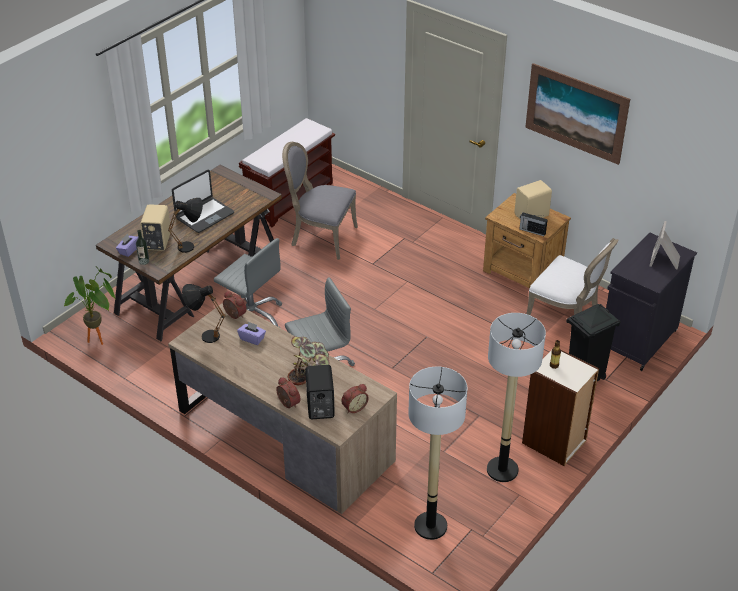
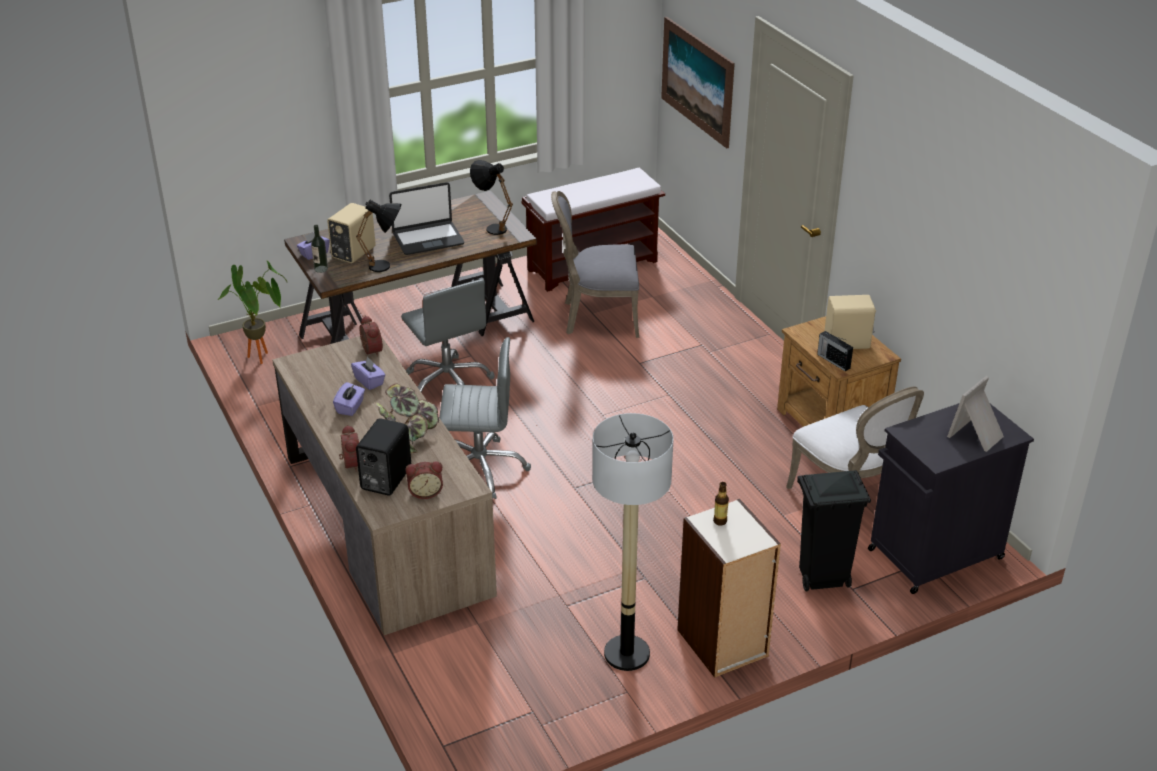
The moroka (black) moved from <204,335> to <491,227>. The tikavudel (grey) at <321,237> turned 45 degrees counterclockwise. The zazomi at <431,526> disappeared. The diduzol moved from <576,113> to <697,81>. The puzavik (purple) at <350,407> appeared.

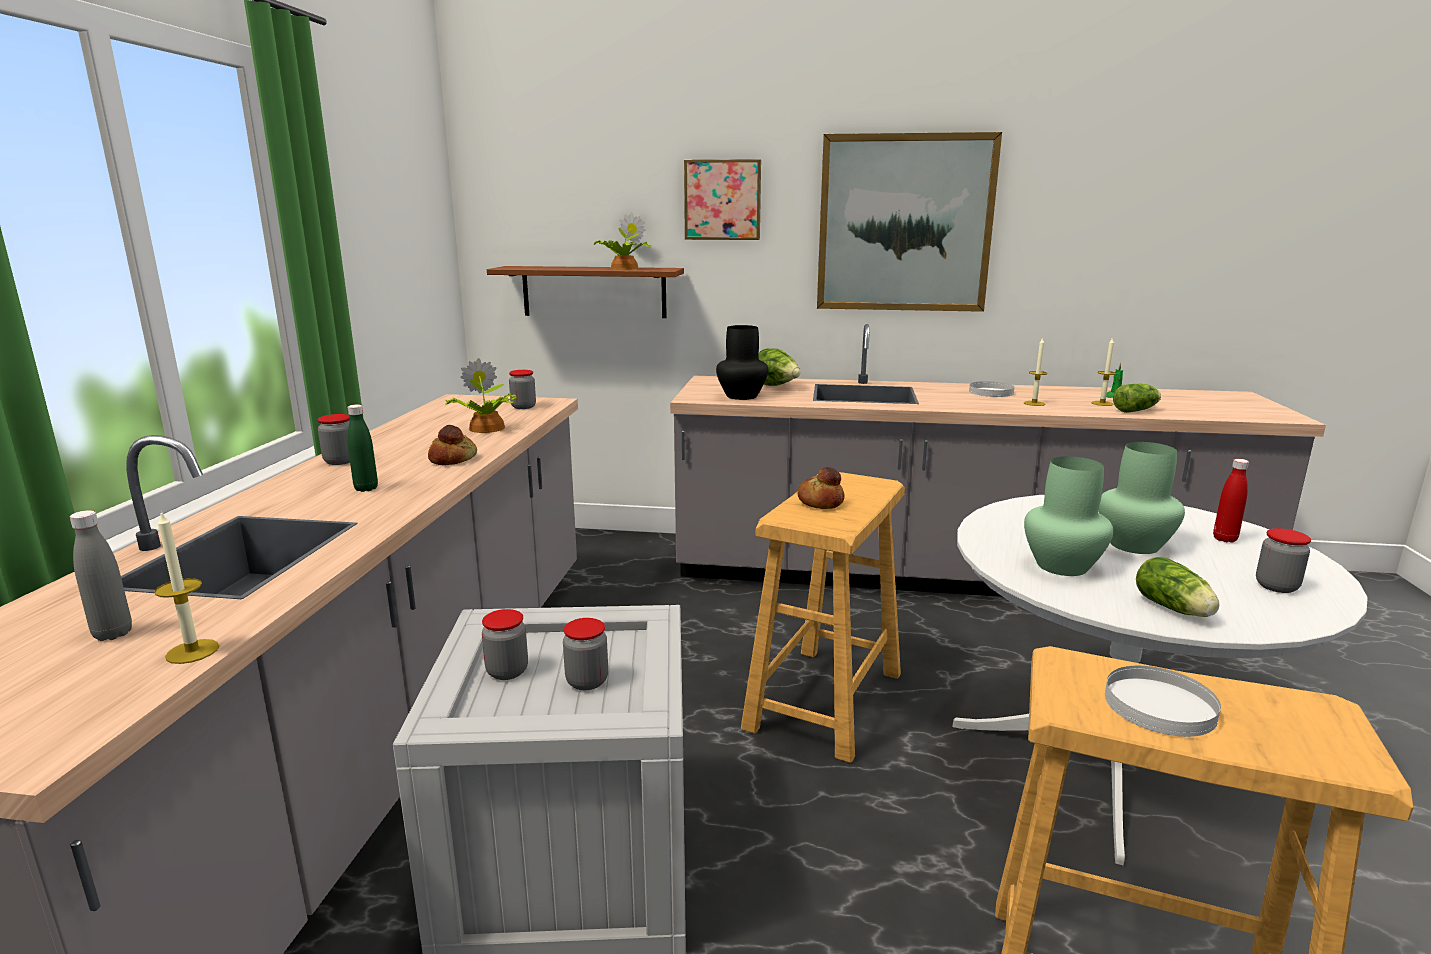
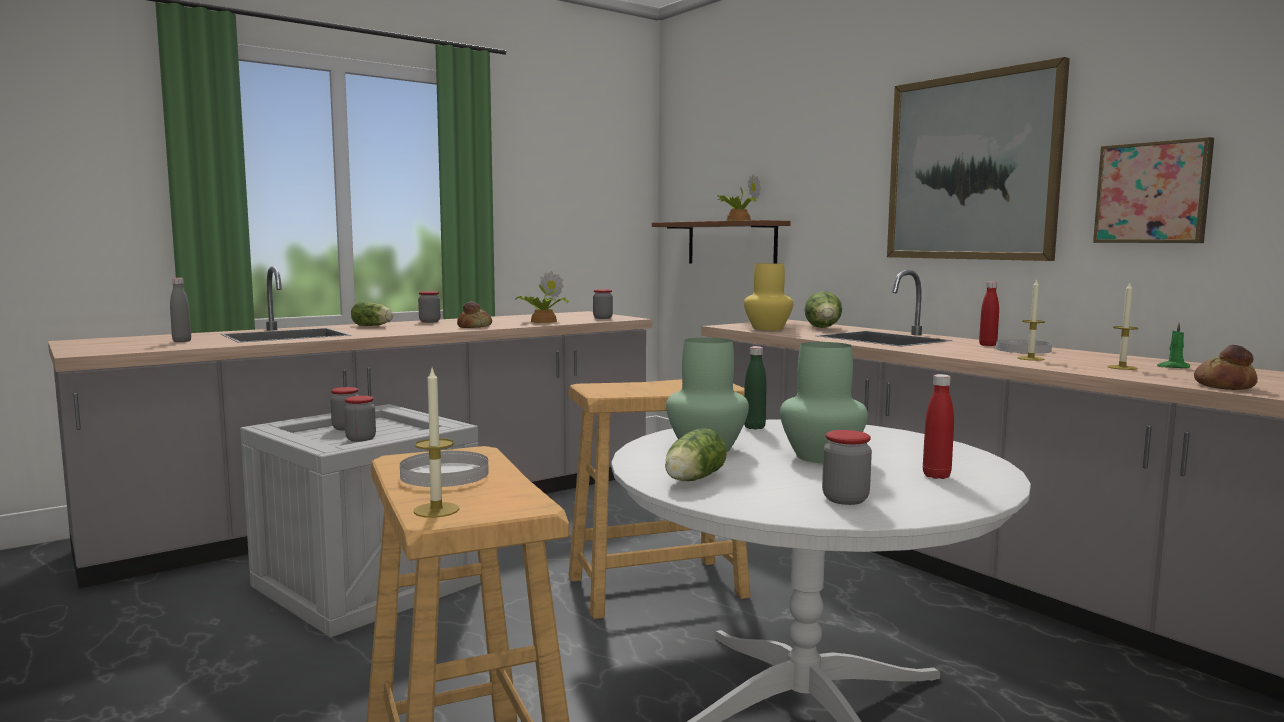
The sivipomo moved from <192,651> to <436,510>. The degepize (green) moved from <366,488> to <754,427>. The diduzol moved from <723,200> to <1153,193>. The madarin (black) at <741,396> became the madarin (yellow) at <767,328>. The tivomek moved from <821,502> to <1225,386>. The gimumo moved from <1137,410> to <373,326>. The degepize (red) at <987,345> appeared.

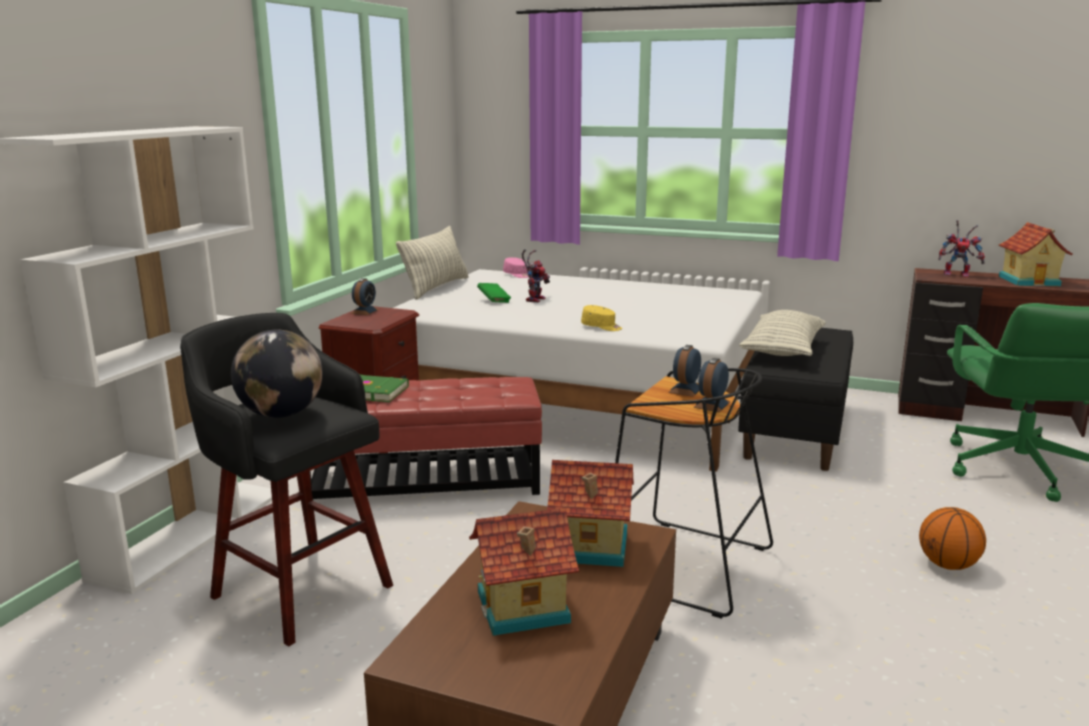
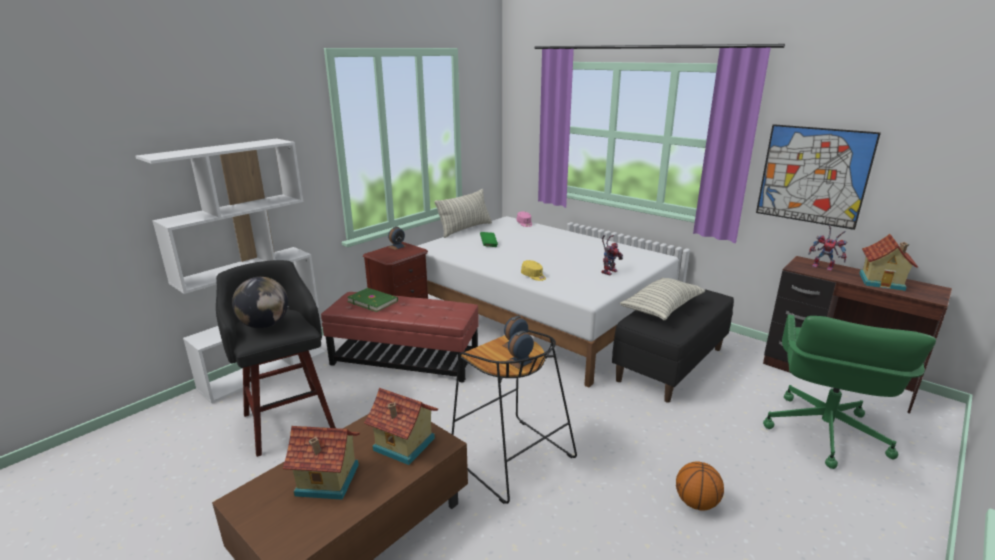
The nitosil moved from <534,299> to <609,271>. The diduzol at <813,175> appeared.

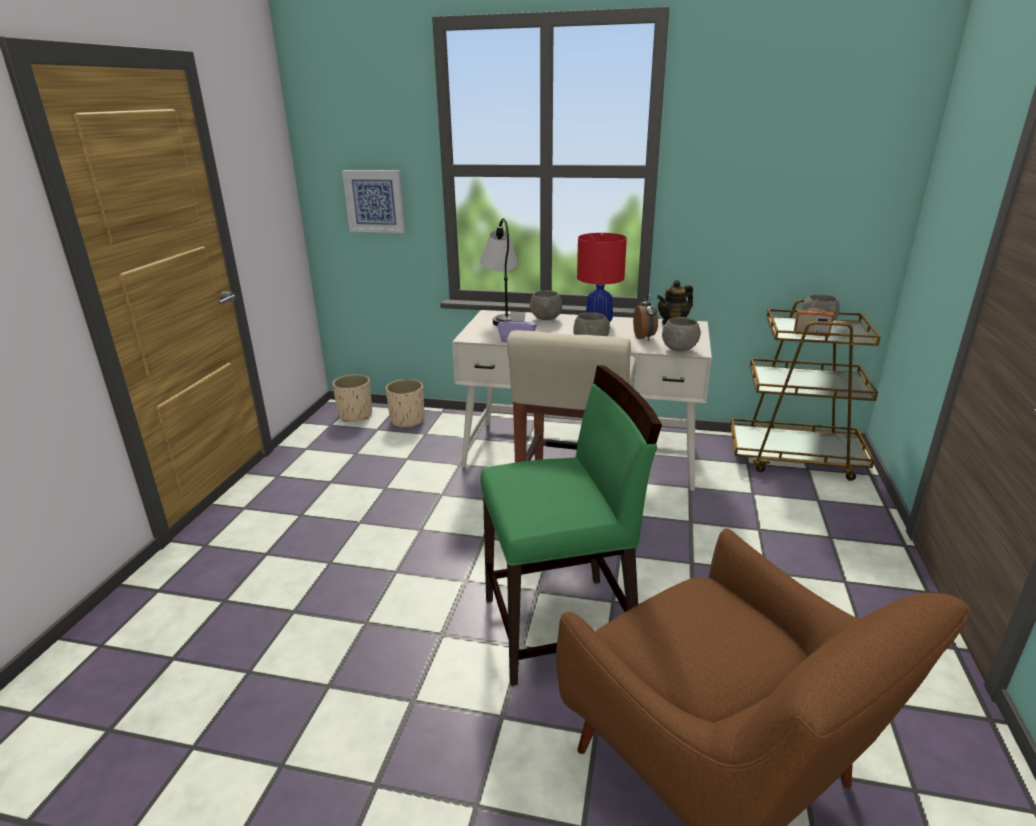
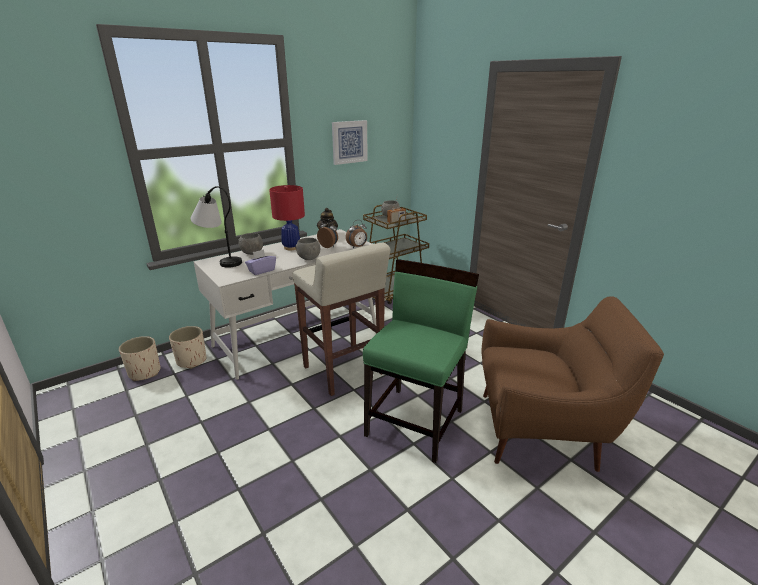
The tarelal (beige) moved from <355,415> to <191,361>. The diduzol moved from <375,201> to <349,142>. The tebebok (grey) at <680,350> was replaced by the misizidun at <357,247>.

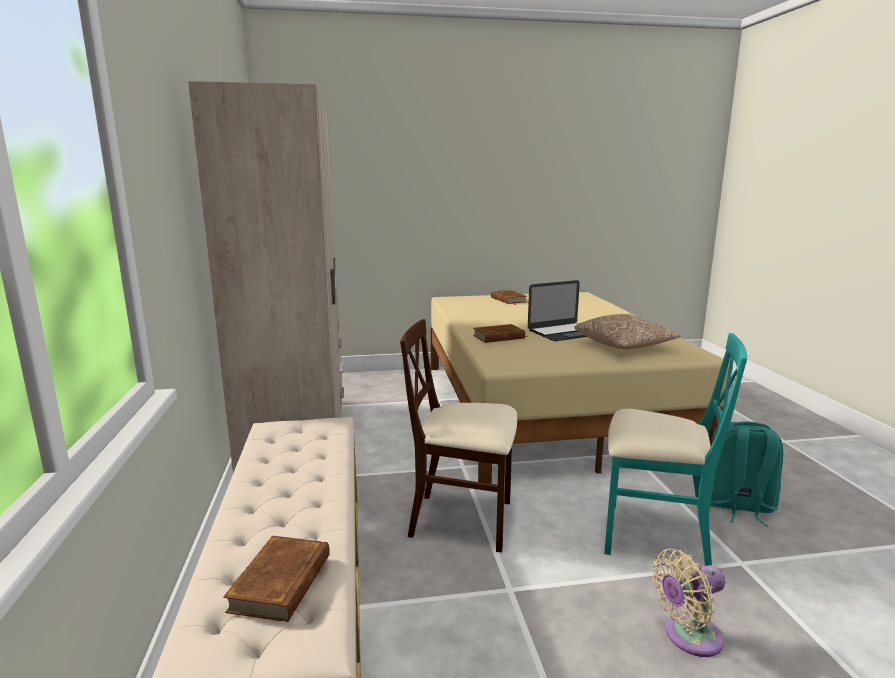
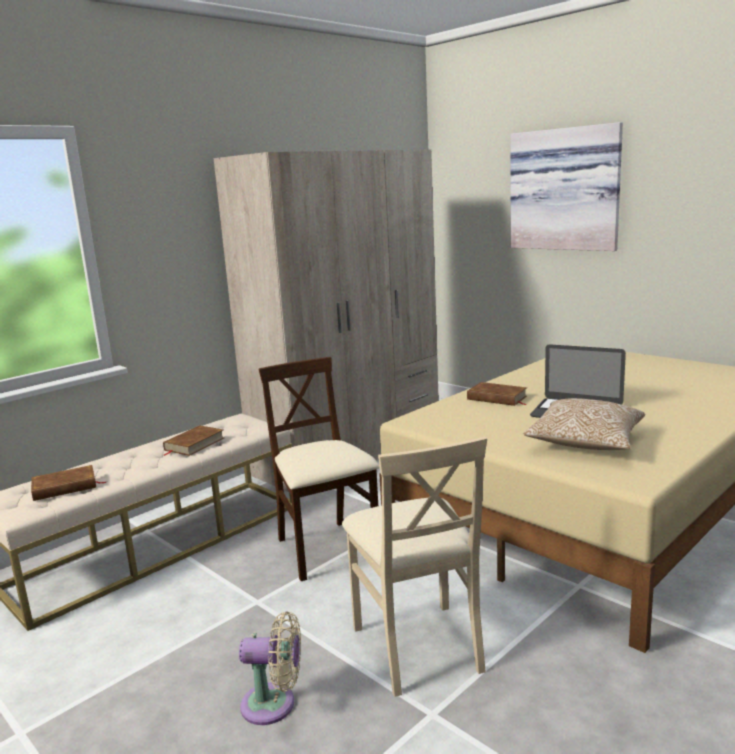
The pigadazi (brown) moved from <508,300> to <194,444>. The tikavudel (turquoise) at <654,535> became the tikavudel (beige) at <418,646>. The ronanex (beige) at <688,637> turned 150 degrees clockwise. The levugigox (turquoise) at <737,506> disappeared. The diduzol at <565,189> appeared.

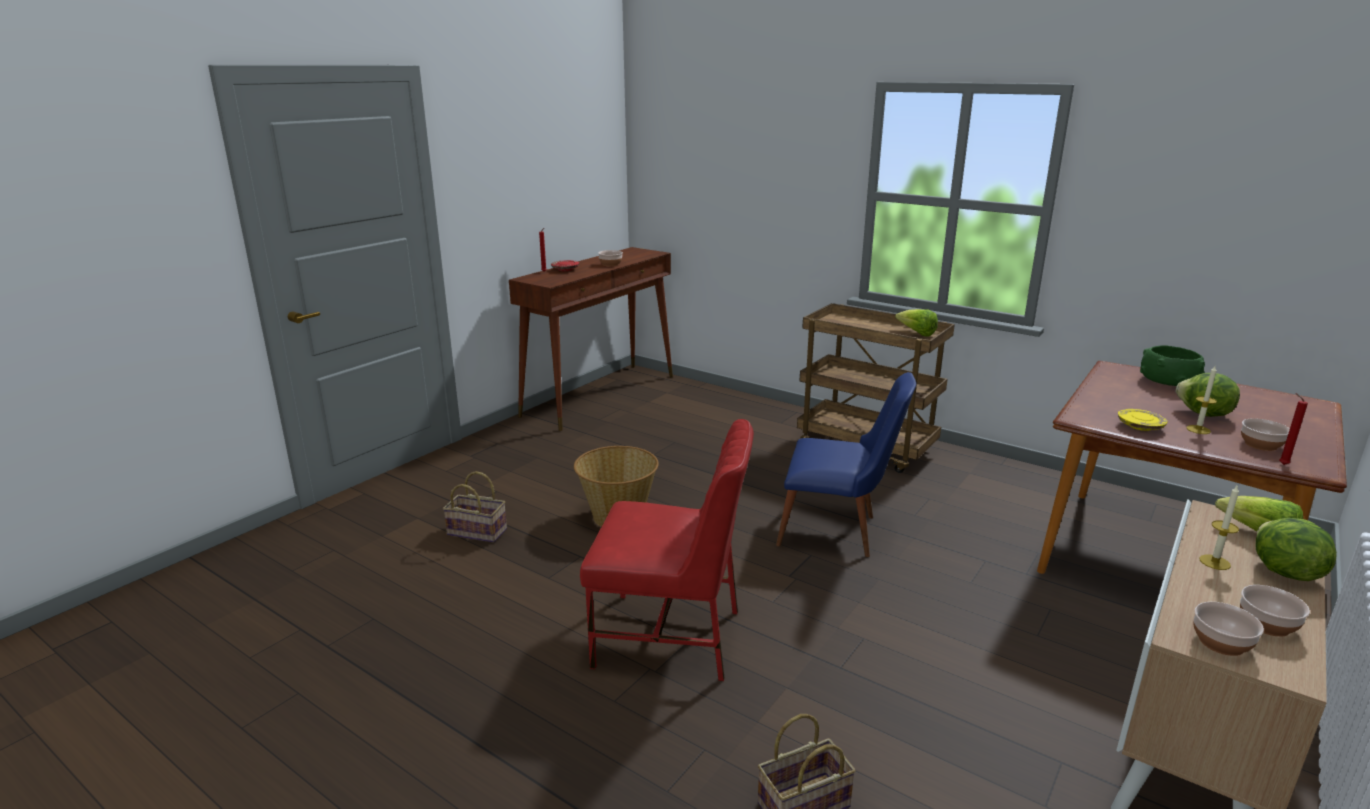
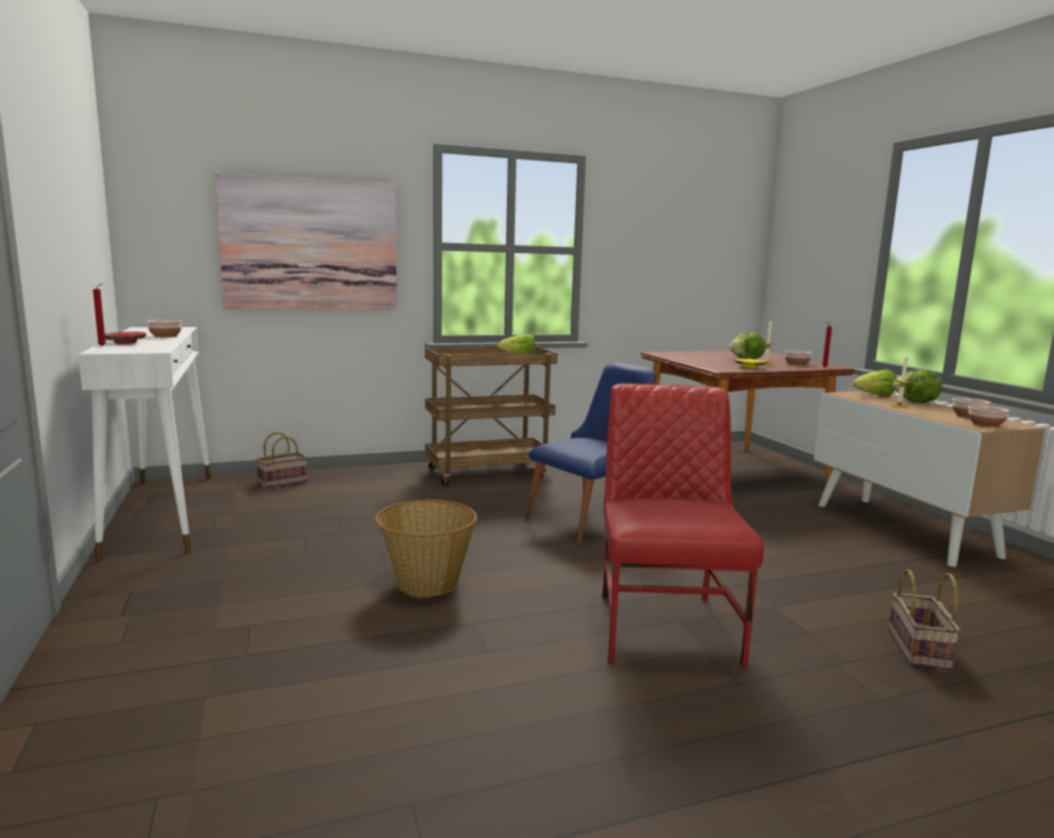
The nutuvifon moved from <479,531> to <283,481>. The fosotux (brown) at <600,395> became the fosotux (white) at <162,512>. The tikavudel (red) at <671,637> turned 45 degrees counterclockwise. The tebebok (green) at <1167,382> disappeared. The diduzol at <310,245> appeared.

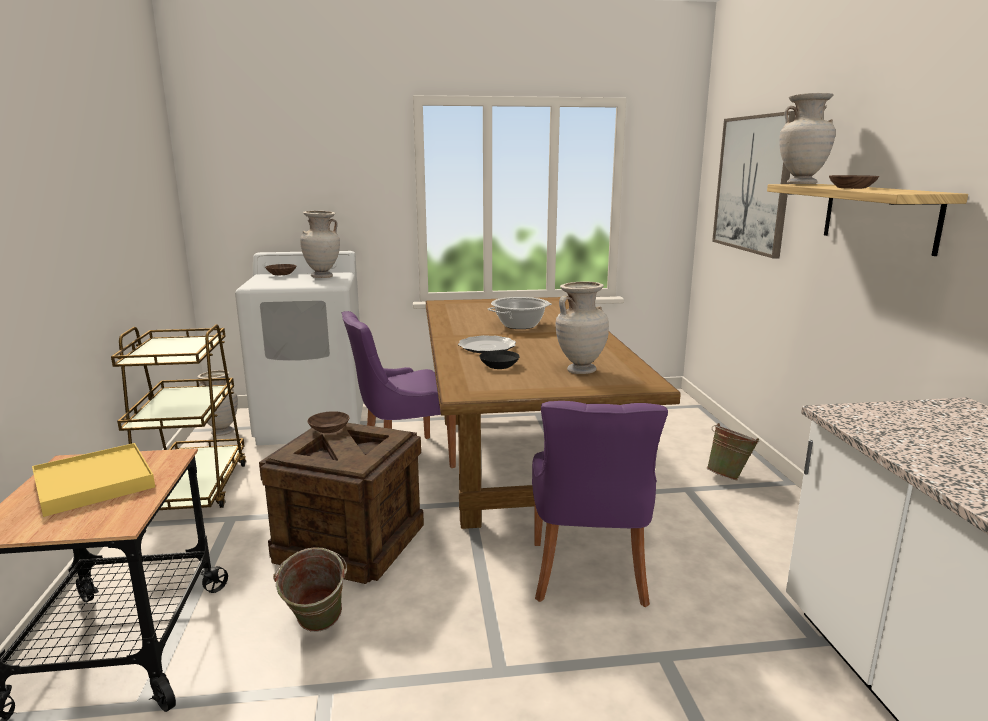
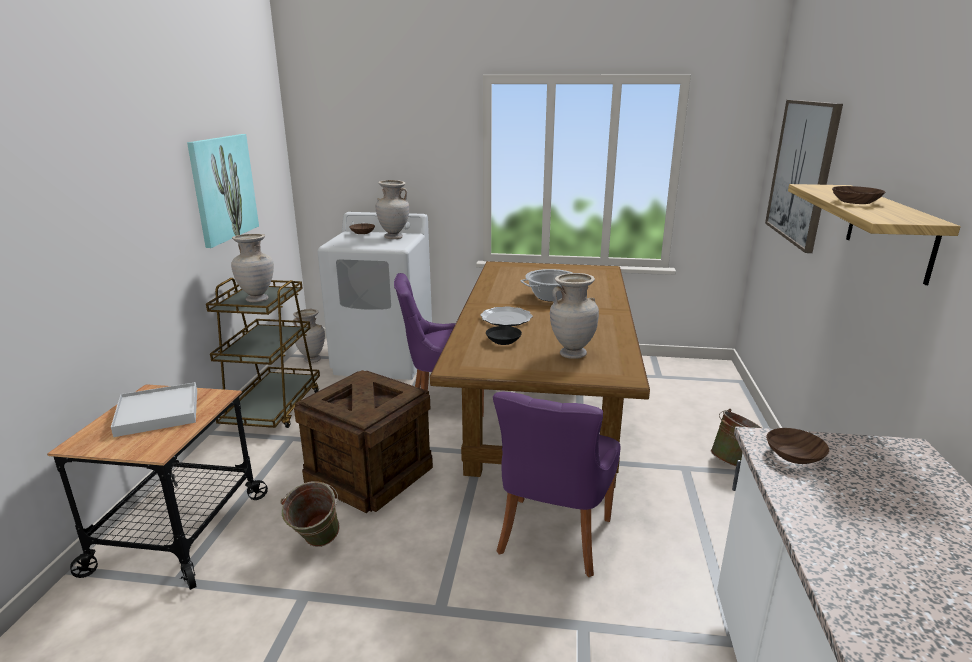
The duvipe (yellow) at <94,483> became the duvipe (white) at <158,412>. The tebebok (brown) moved from <328,429> to <793,455>. The madarin (beige) moved from <801,184> to <258,299>. The diduzol at <224,188> appeared.

